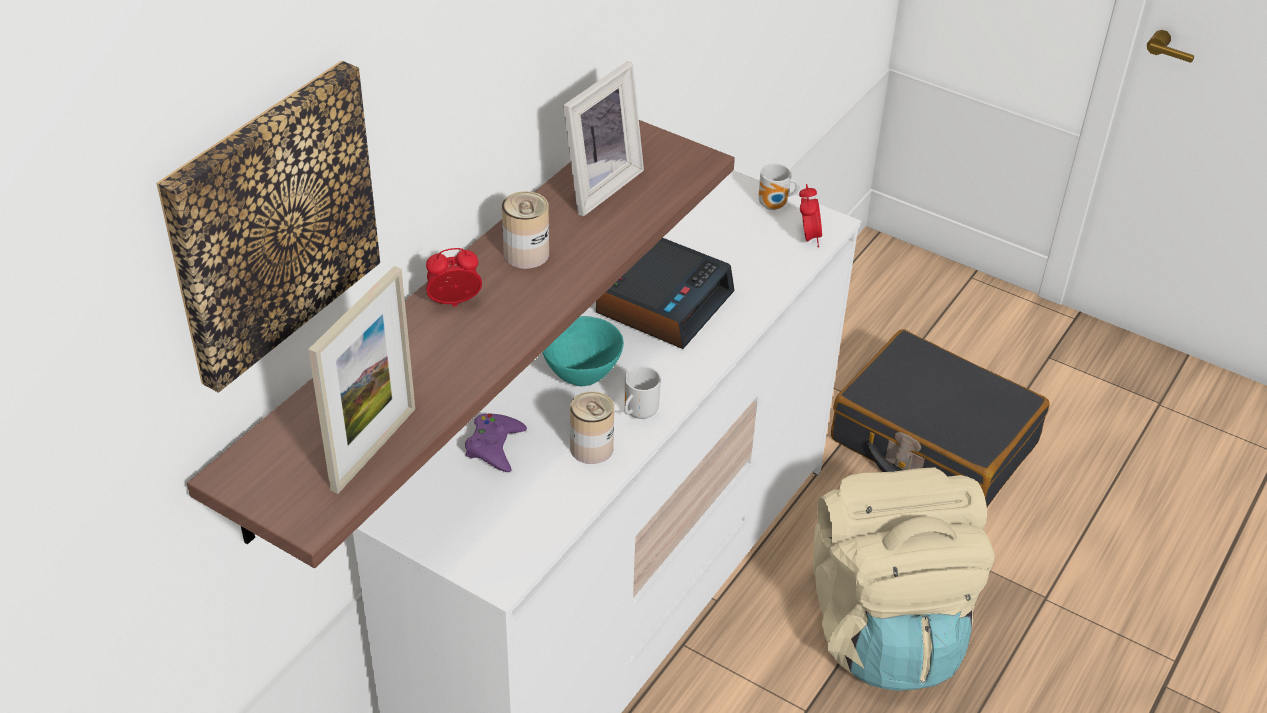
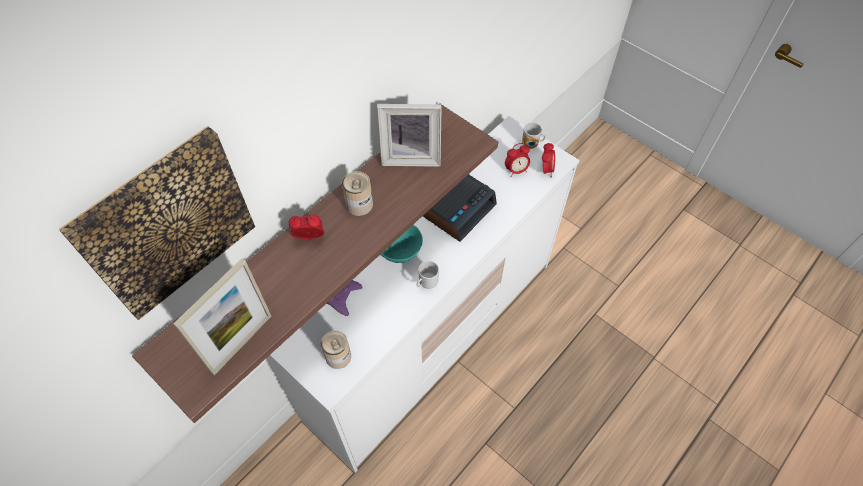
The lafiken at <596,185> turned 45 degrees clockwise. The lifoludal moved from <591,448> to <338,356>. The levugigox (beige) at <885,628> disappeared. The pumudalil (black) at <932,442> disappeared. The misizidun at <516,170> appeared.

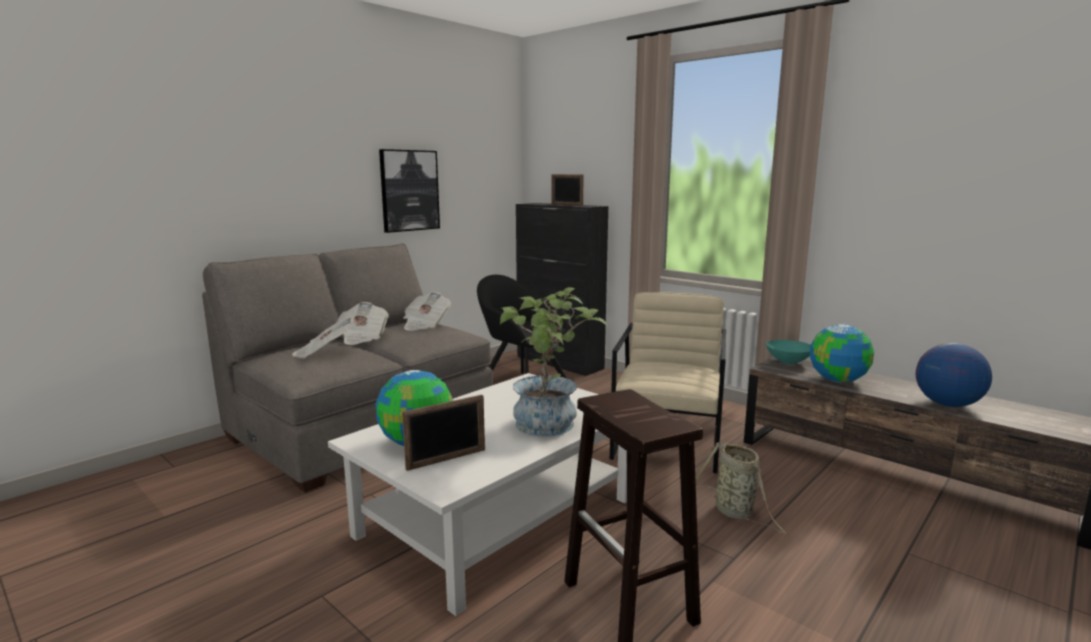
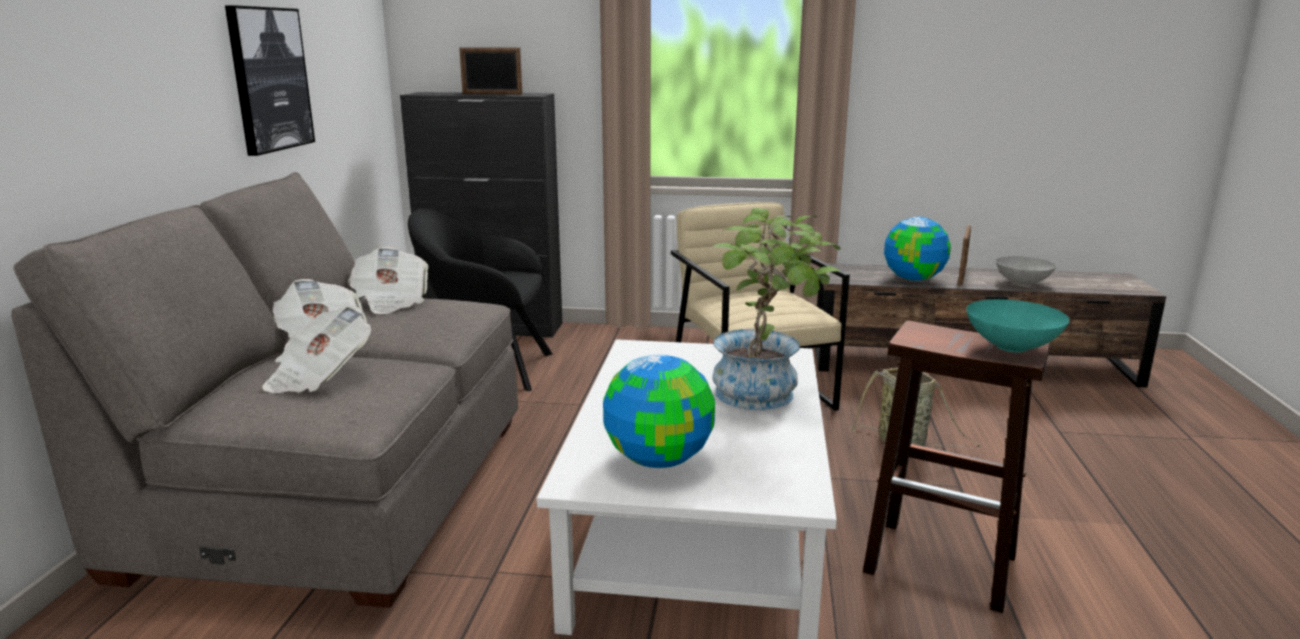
The lafiken moved from <446,459> to <961,277>. The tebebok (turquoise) moved from <787,362> to <1010,347>. The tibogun at <947,404> was replaced by the tebebok (grey) at <1022,283>.

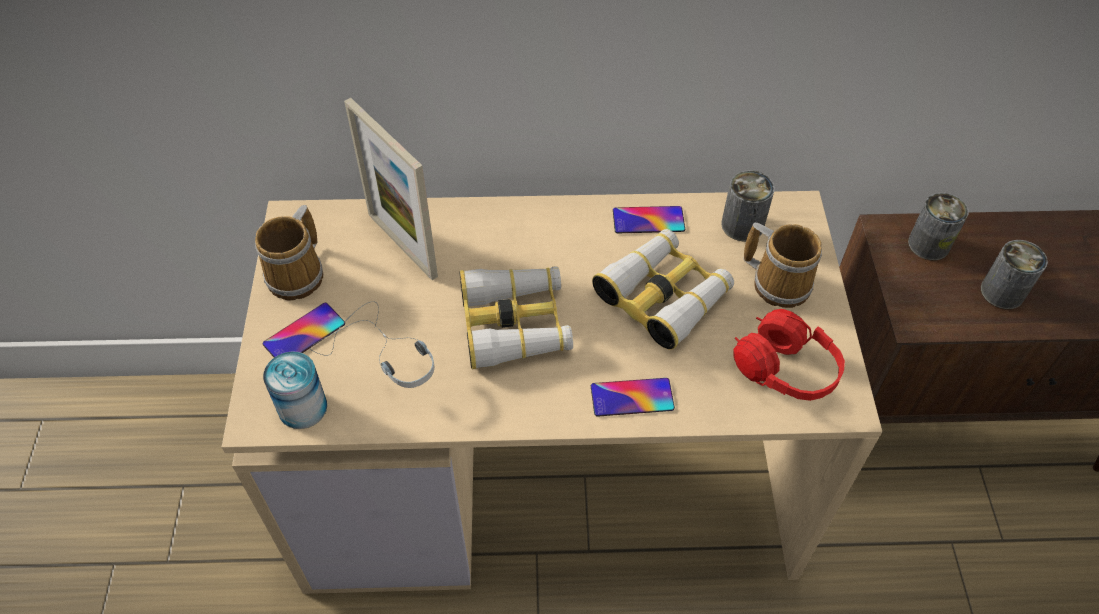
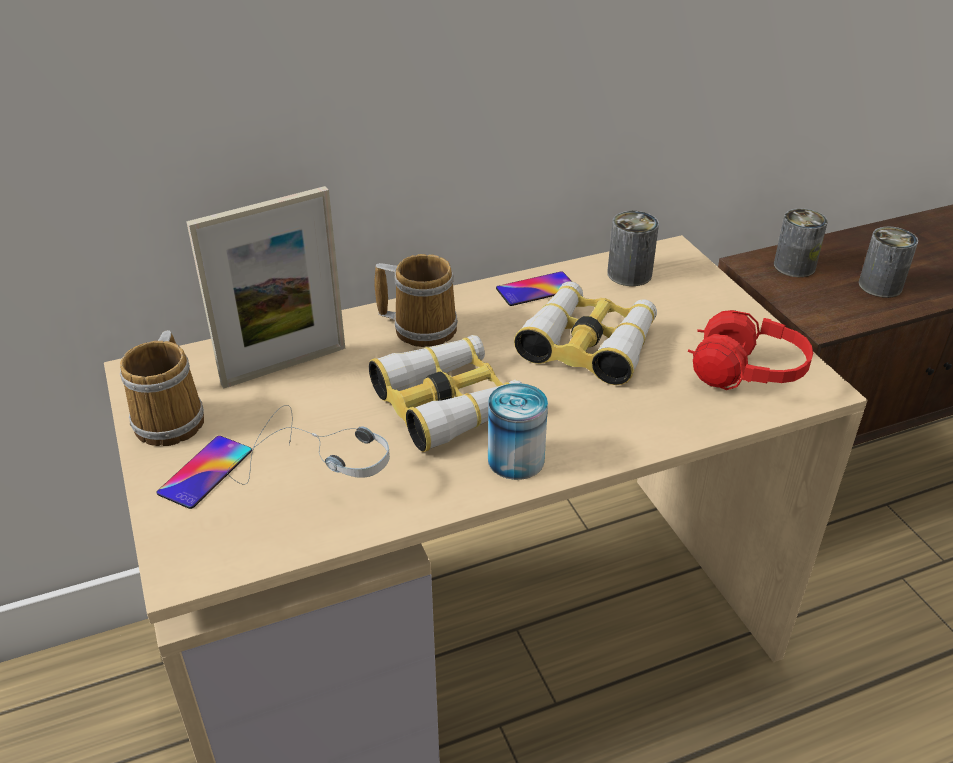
The lifoludal moved from <302,407> to <516,459>. The lafiken at <402,245> turned 60 degrees counterclockwise. The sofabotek at <632,397> disappeared. The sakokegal moved from <779,282> to <422,327>.

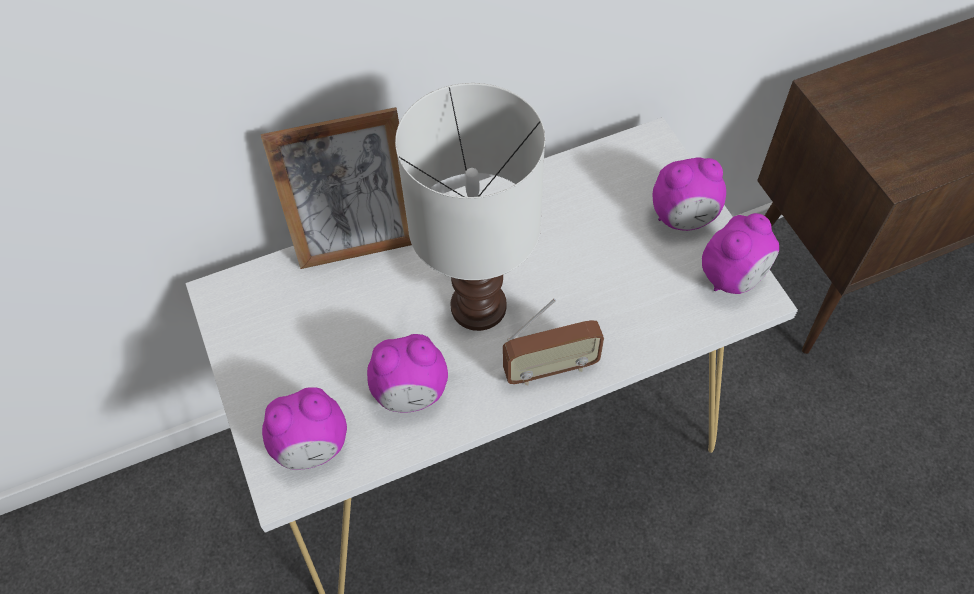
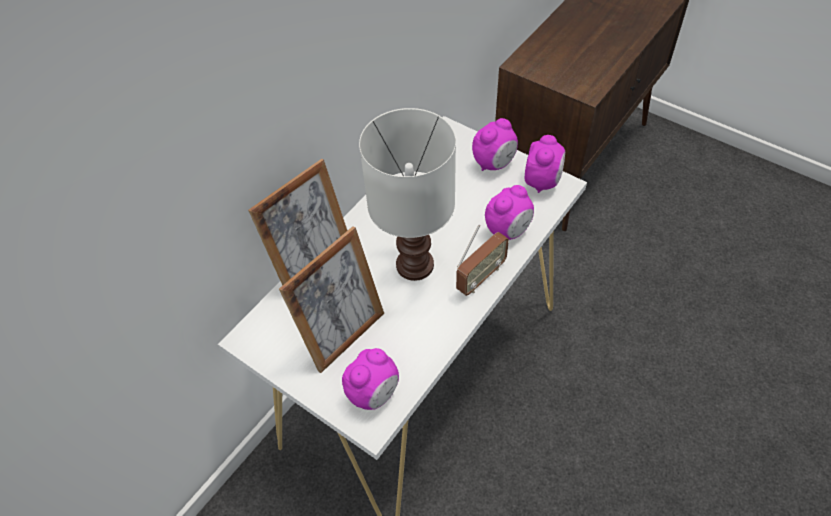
The misizidun moved from <411,393> to <508,230>. The lafiken at <343,335> appeared.

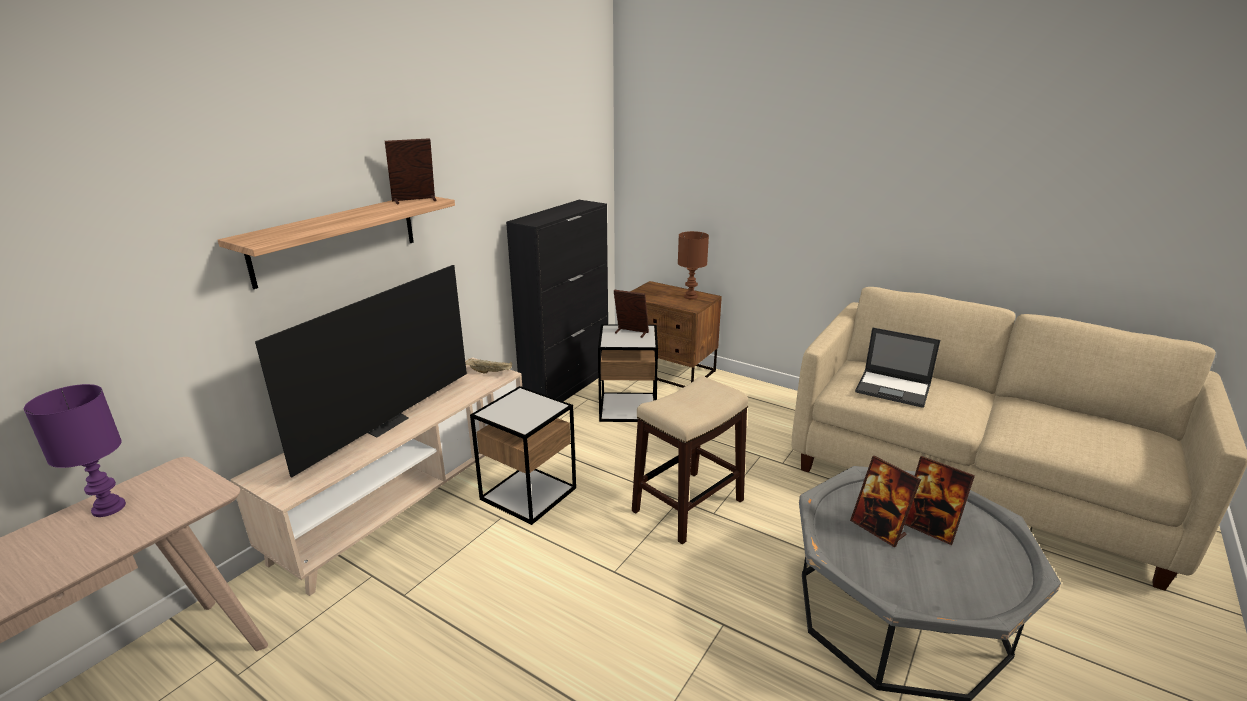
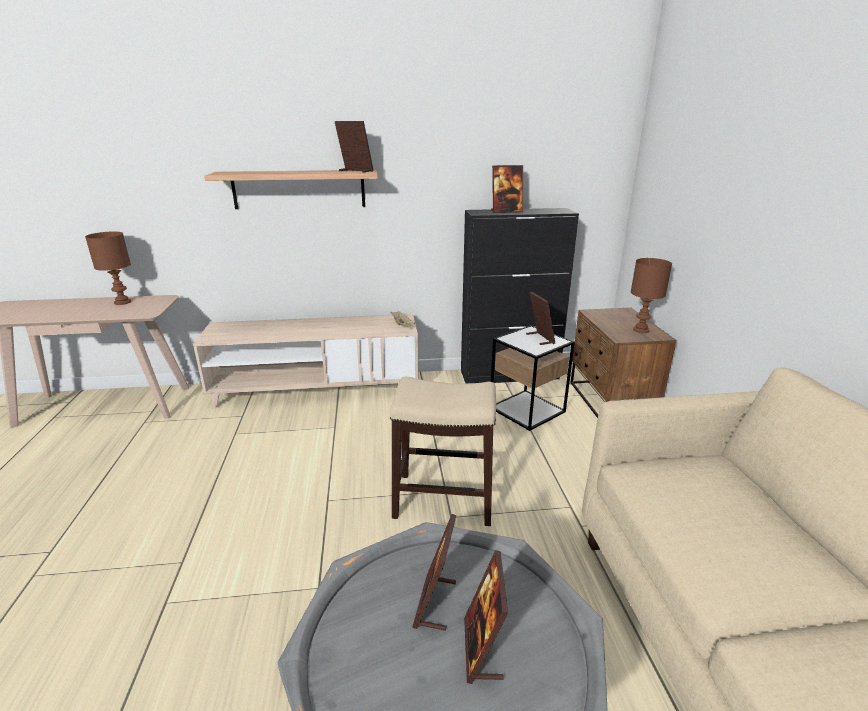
The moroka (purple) at <109,507> became the moroka (brown) at <123,302>. The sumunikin at <383,423> disappeared. The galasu at <528,493> disappeared. The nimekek at <894,389> disappeared. The lafiken at <506,211> appeared.

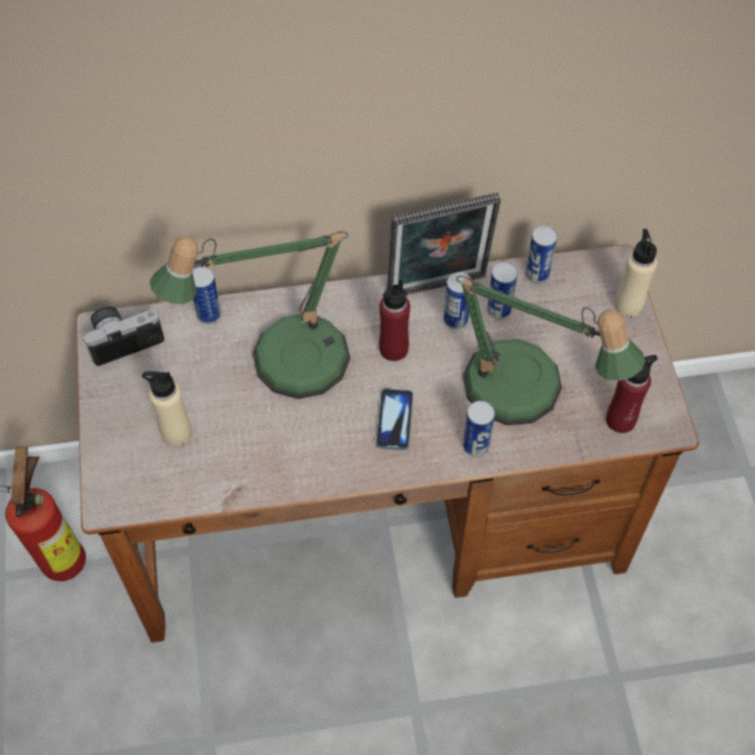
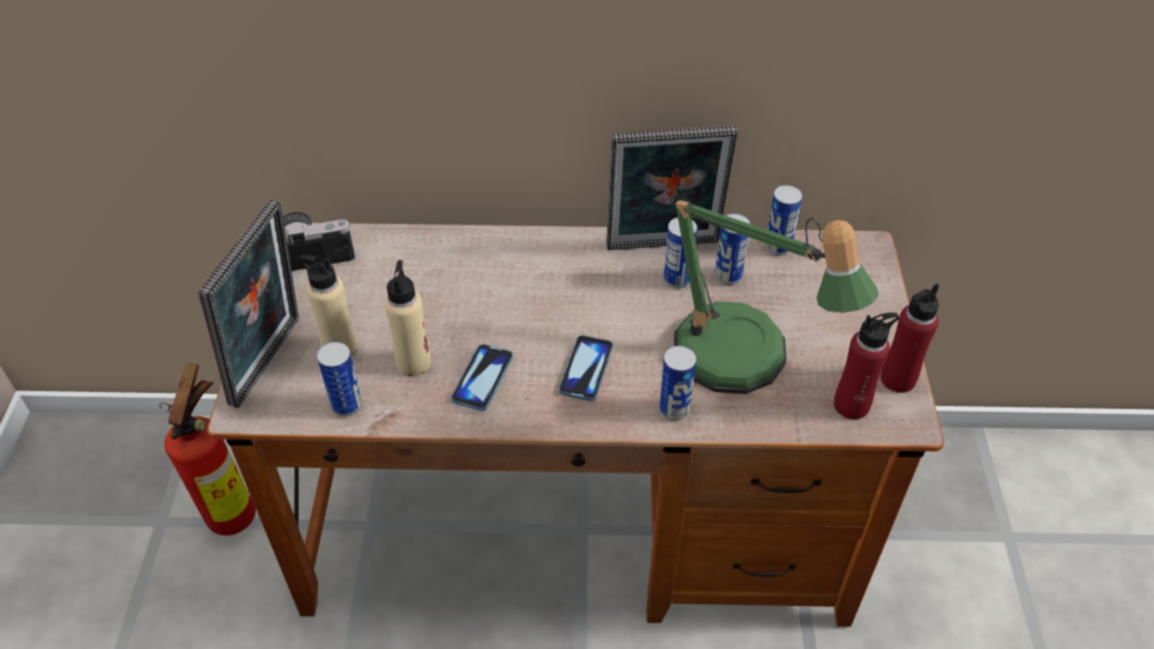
The moroka at <283,361> disappeared. The lifoludal moved from <209,314> to <346,405>. The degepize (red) moved from <393,349> to <897,379>. The degepize (beige) moved from <628,305> to <413,363>. The lafiken at <272,362> appeared. The sofabotek at <482,378> appeared.

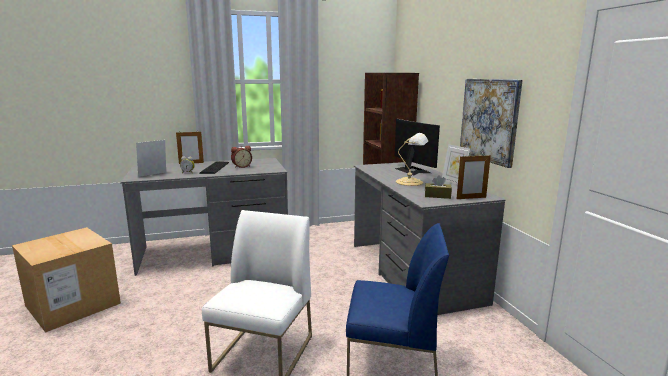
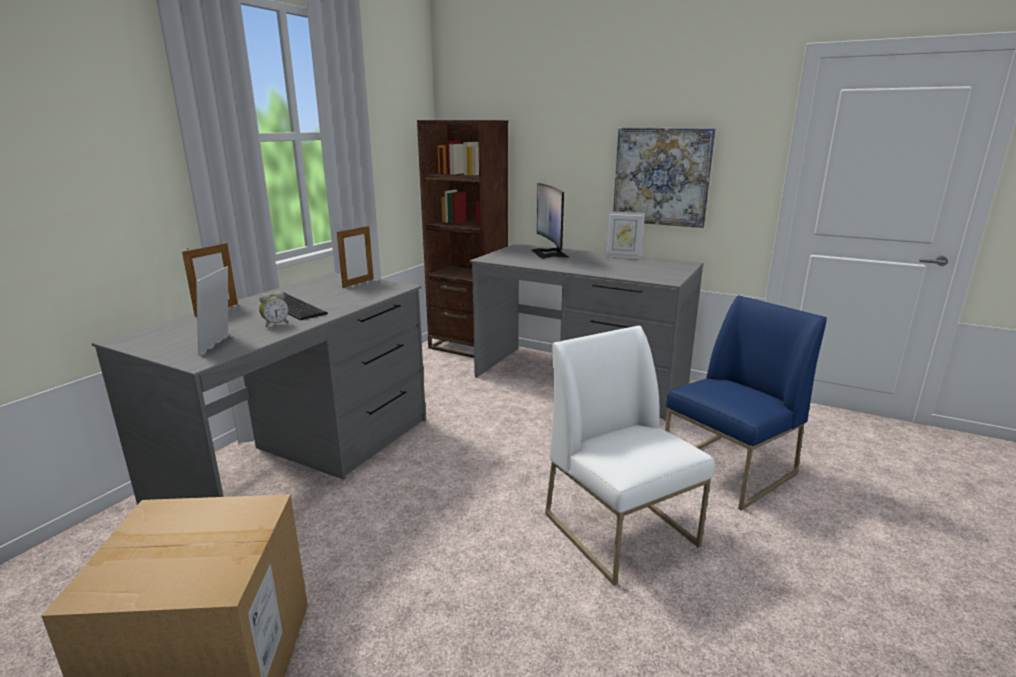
The misizidun at <241,166> disappeared. The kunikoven at <412,170> turned 120 degrees counterclockwise. The moroka at <411,182> disappeared. The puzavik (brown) at <437,196> disappeared. The lafiken moved from <471,198> to <358,283>.

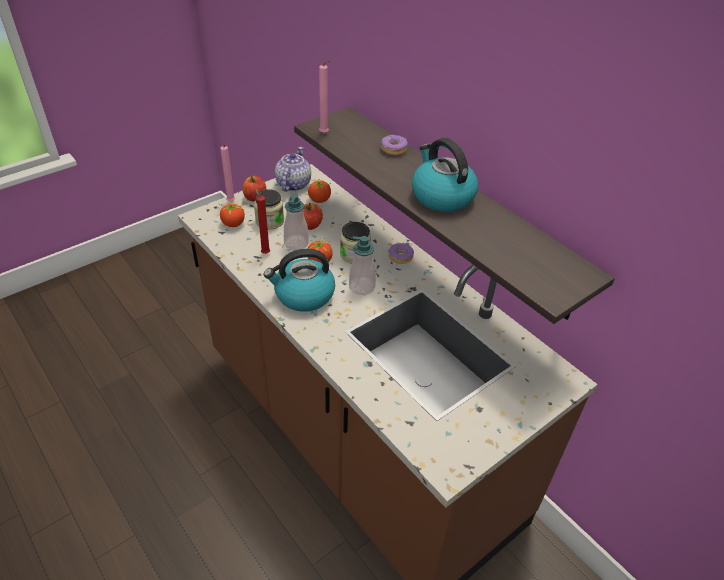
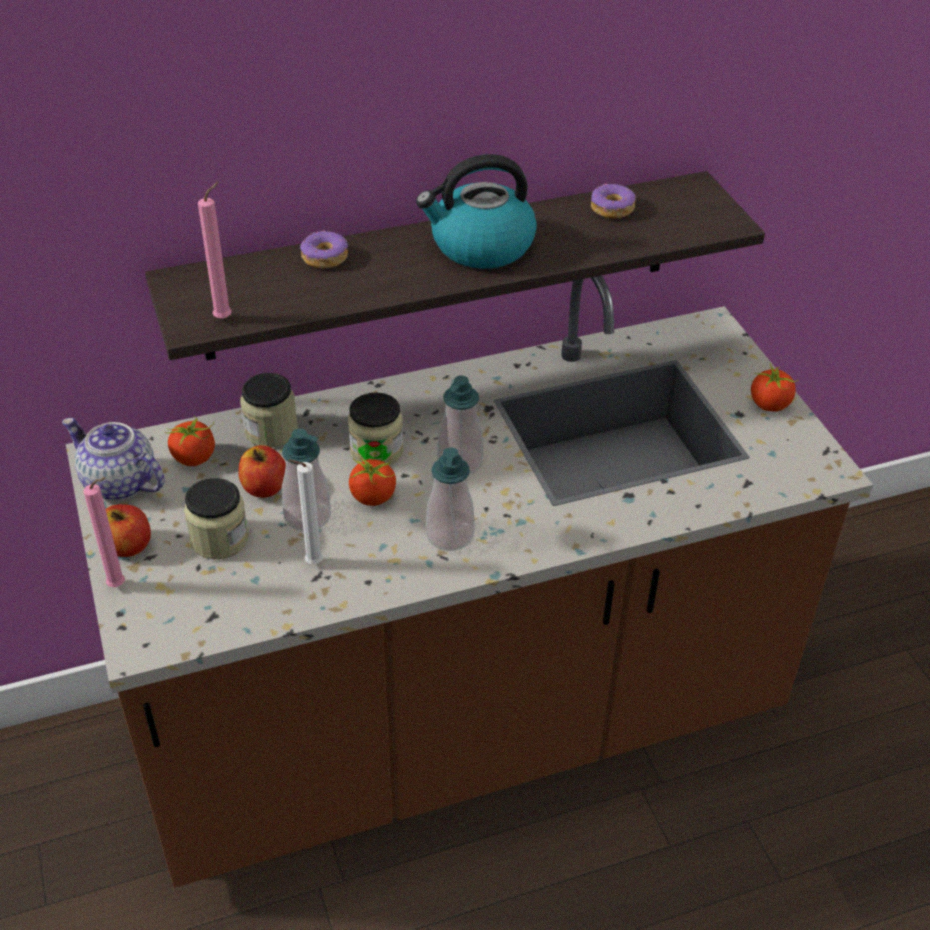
The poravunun moved from <233,224> to <769,405>. The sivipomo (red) at <265,253> became the sivipomo (white) at <311,563>. The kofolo at <303,295> was replaced by the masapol at <450,535>. The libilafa moved from <400,257> to <611,209>. The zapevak at <271,431> appeared.

